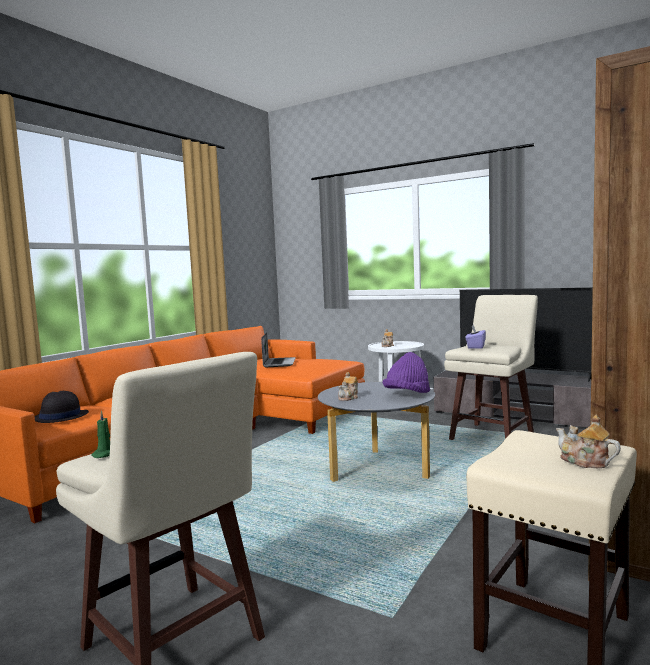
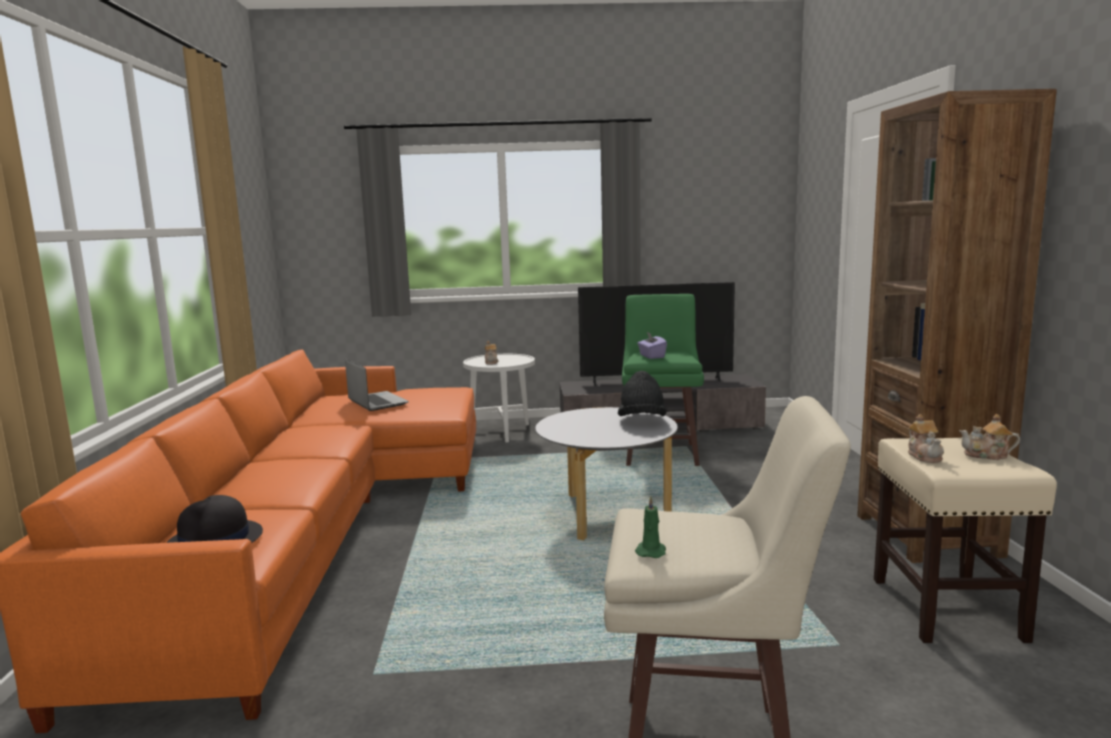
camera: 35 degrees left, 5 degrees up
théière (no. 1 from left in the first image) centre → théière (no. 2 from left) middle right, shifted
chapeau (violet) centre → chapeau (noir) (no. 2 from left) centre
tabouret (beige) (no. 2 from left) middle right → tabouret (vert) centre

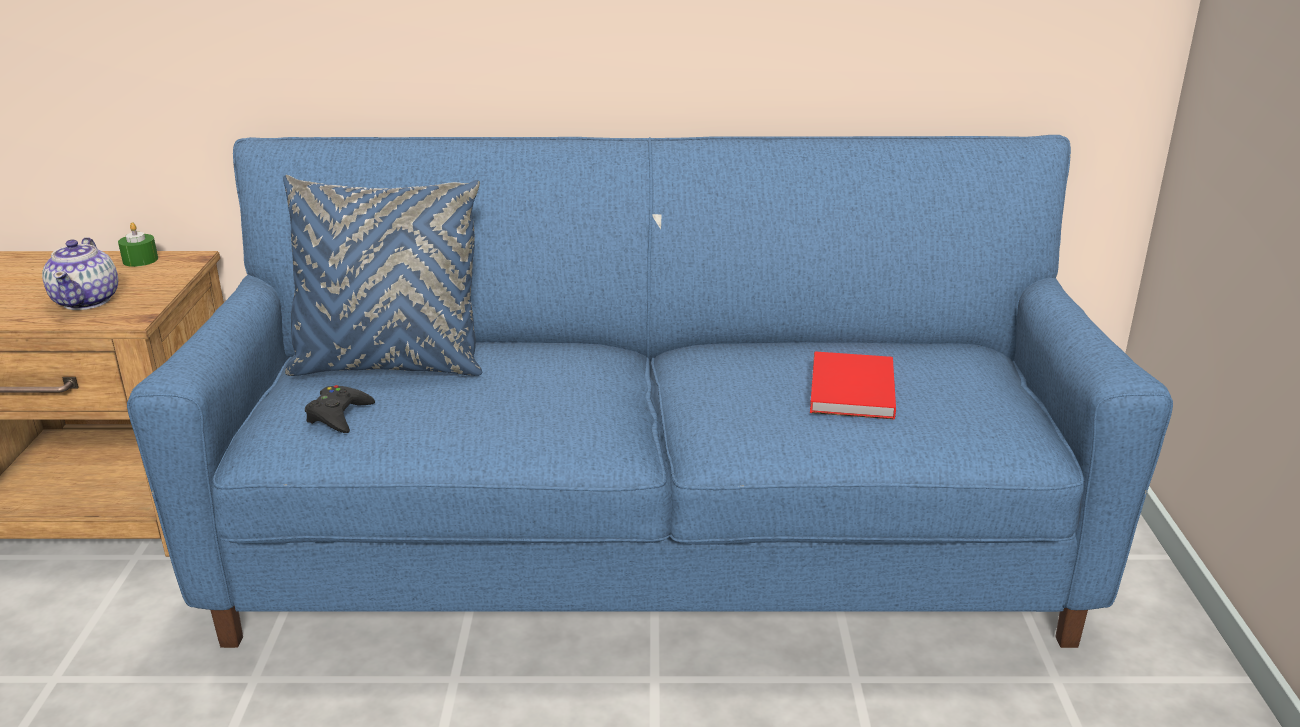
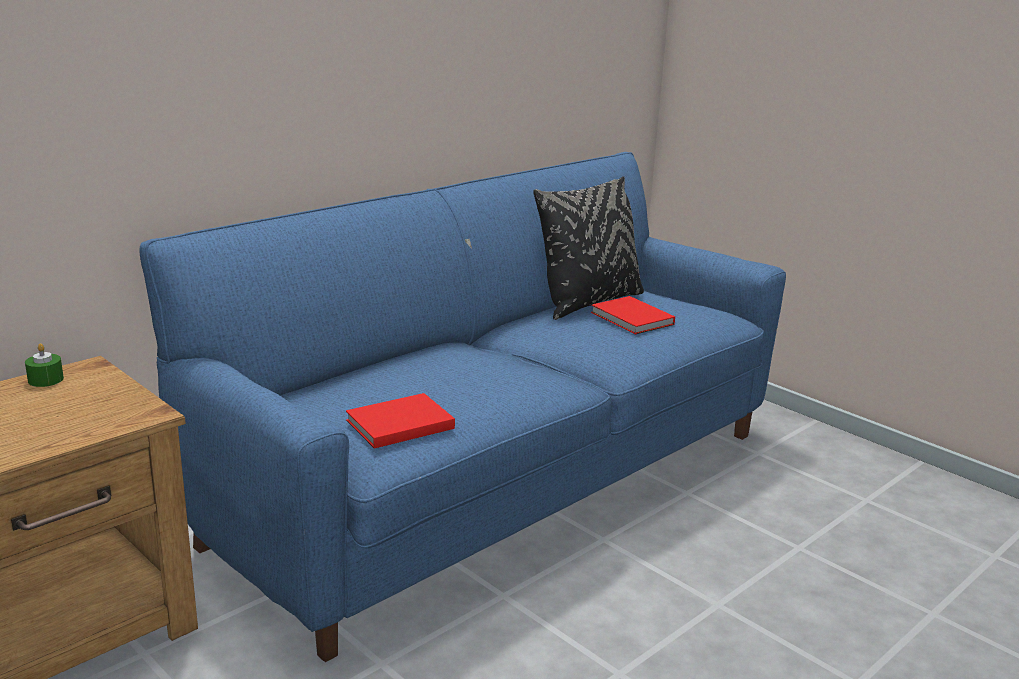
camera: 45 degrees left, 5 degrees down
théière middle left → -
coussin (bleu) middle left → -
manette (noir) middle left → livre (rouge) (no. 1 from left) centre
- → coussin (noir) centre

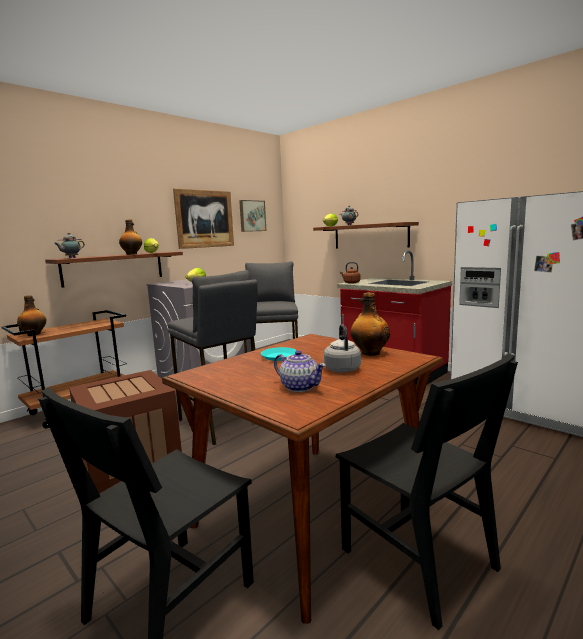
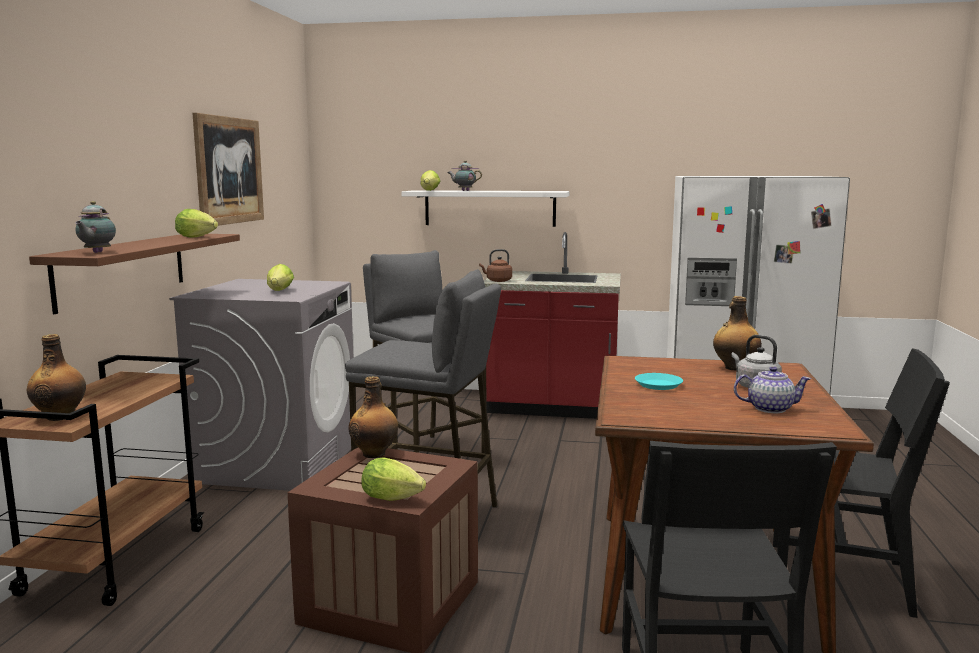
camera: 35 degrees left, 0 degrees up
bouteille (no. 2 from left) middle left → bouteille (no. 2 from left) centre, shifted
tableau (no. 2 from left) centre → -
étagère (marron) (no. 2 from left) centre → étagère (blanc) top centre
- → laitue (no. 3 from left) bottom centre

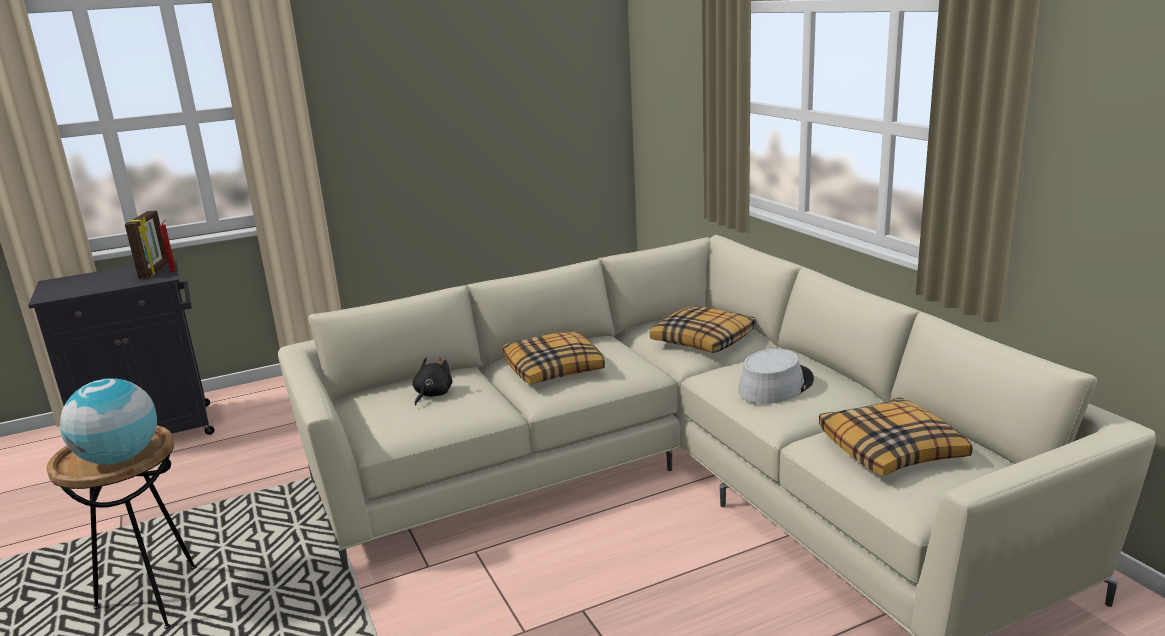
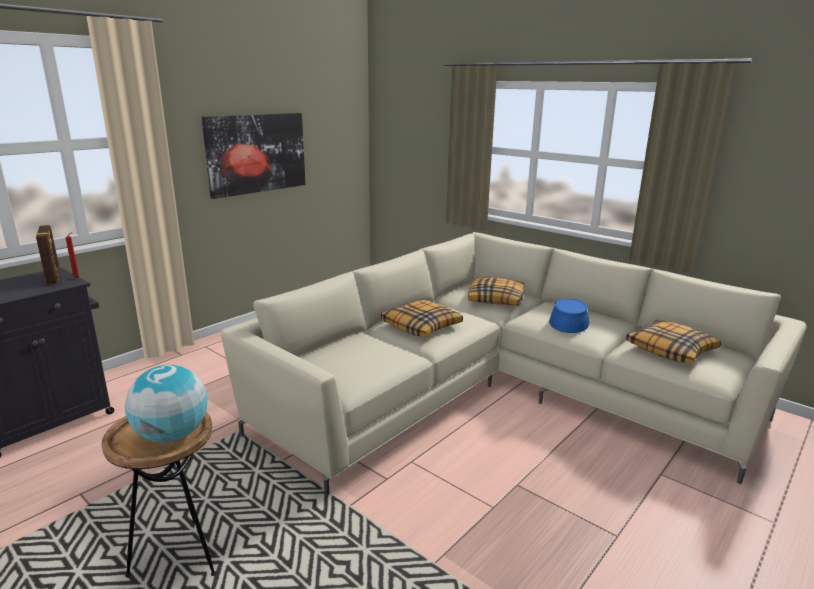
camera: 25 degrees left, 0 degrees up
peluche (noir) centre → -
chapeau (gris) centre → chapeau (bleu) middle right
- → tableau top left

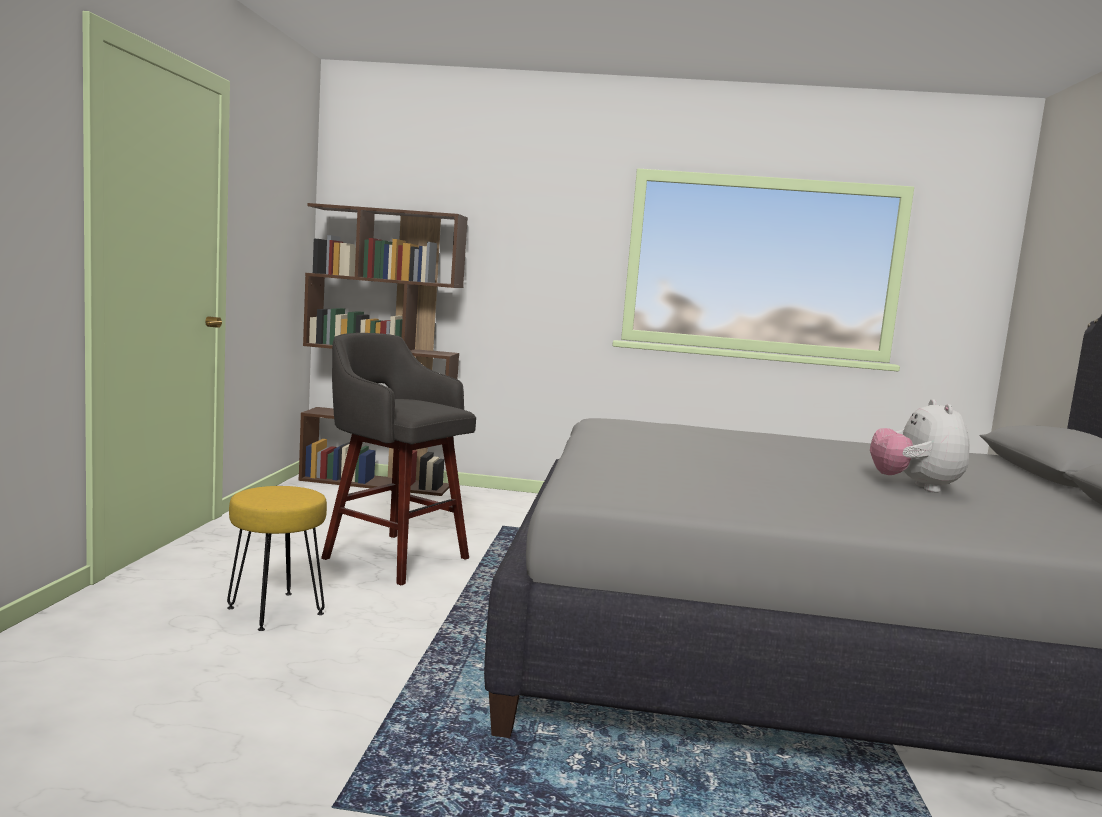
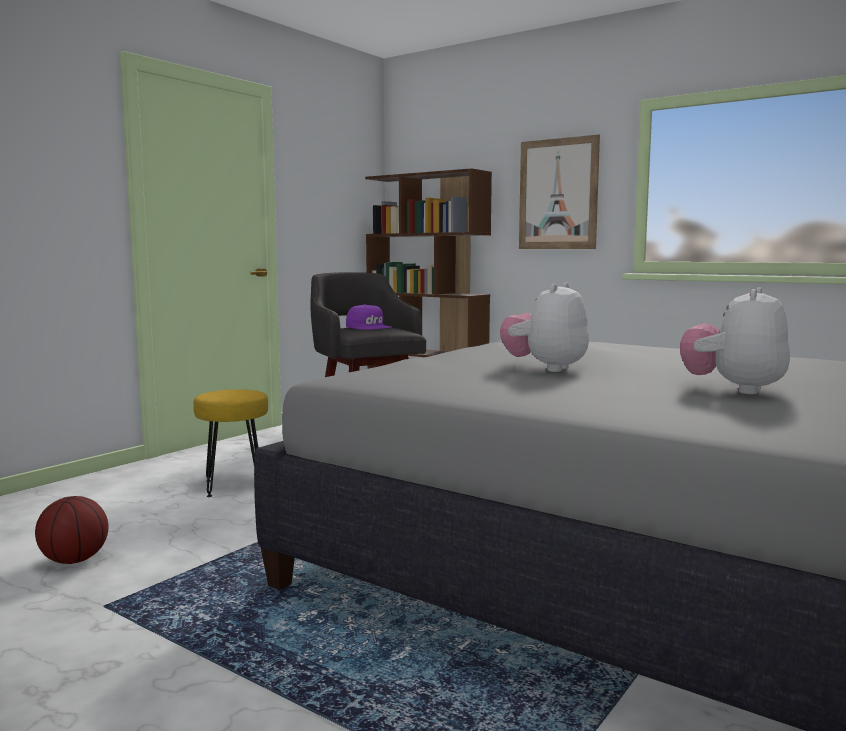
camera: 30 degrees right, 0 degrees up
- → ballon de basket bottom left
- → casquette (violet) centre
- → peluche (no. 1 from left) centre
- → tableau top centre

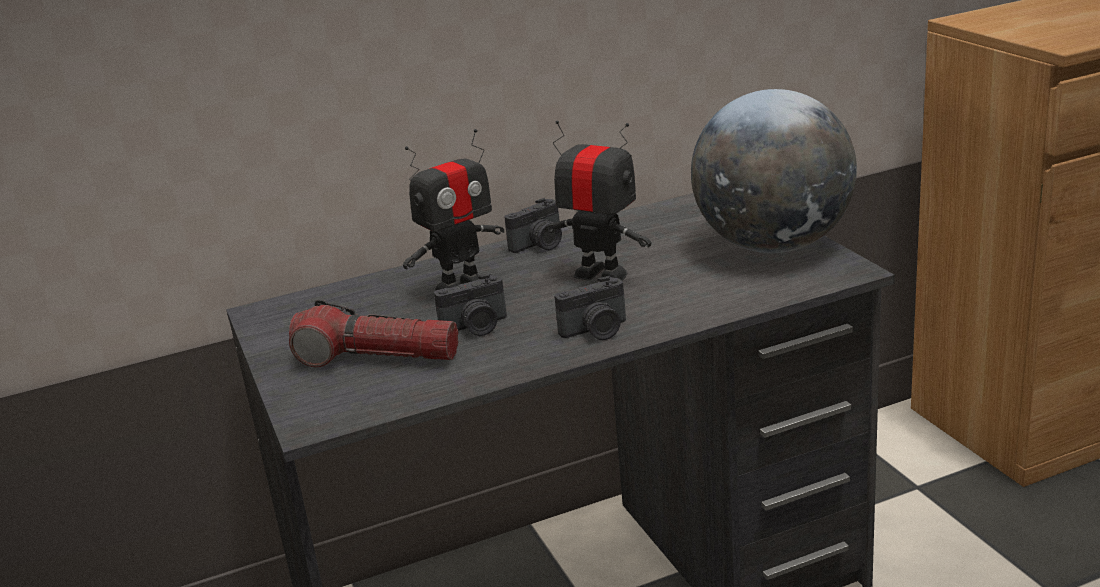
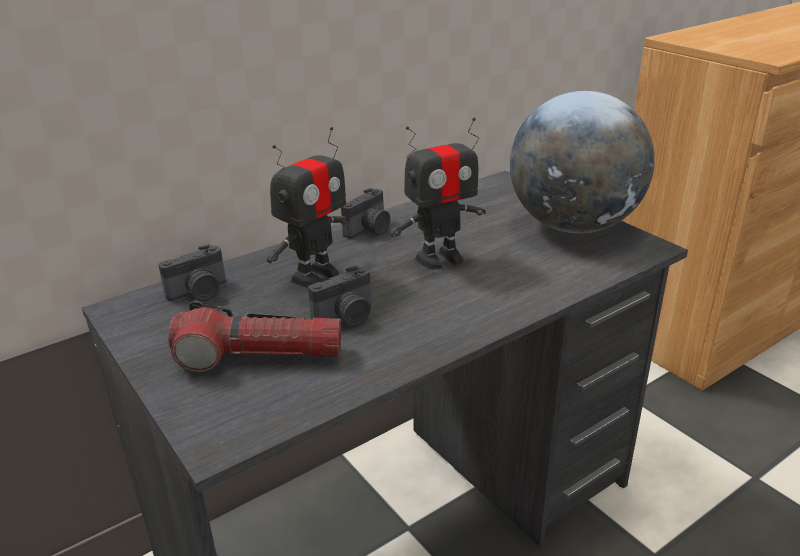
camera: 15 degrees left, 5 degrees up
robot jouet (no. 2 from left) centre, 135 degrees clockwise
appareil photo (no. 3 from left in the first image) centre → appareil photo (no. 1 from left) middle left, shifted

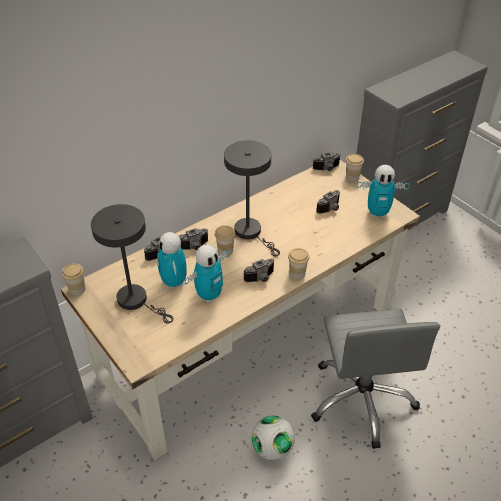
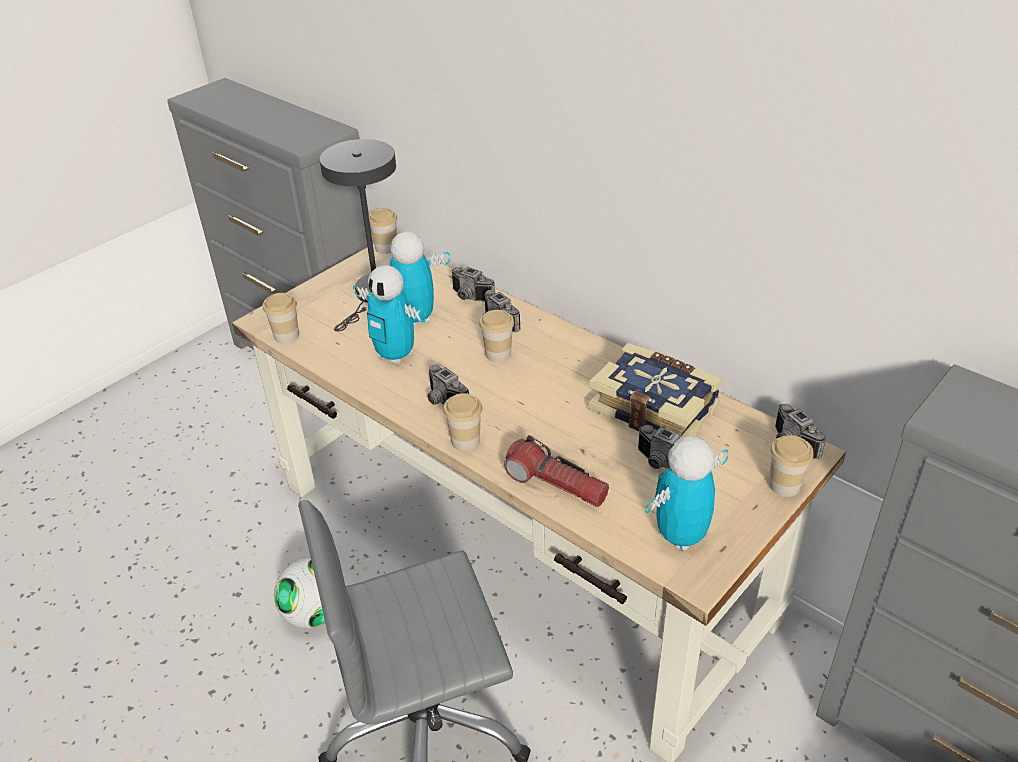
camera: 80 degrees right, 5 degrees down
lampe de table (gris) (no. 2 from left) centre → -
robot jouet (no. 3 from left) middle right, 60 degrees clockwise
- → tasse (no. 1 from left) middle left
- → lampe de poche centre
- → livre centre

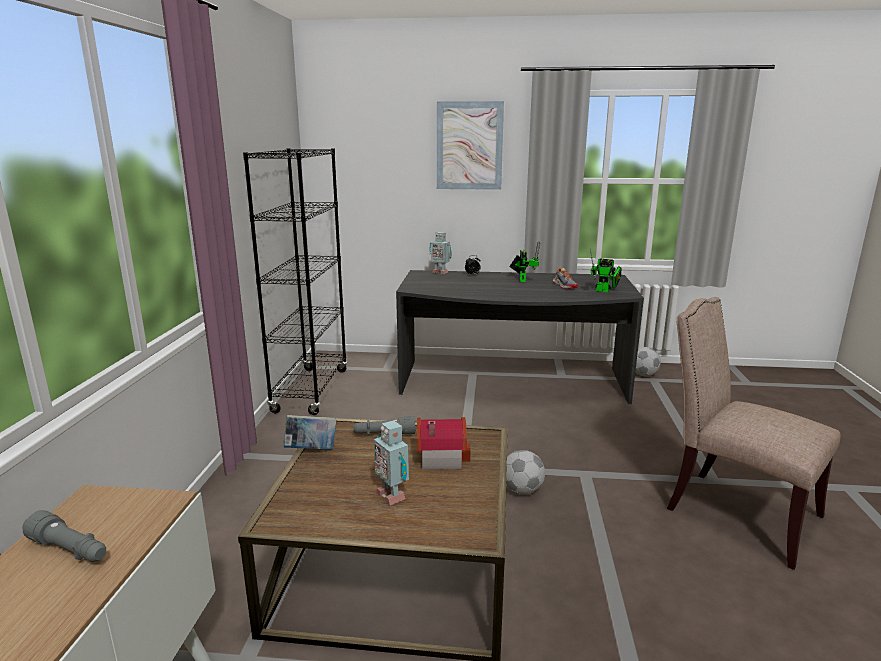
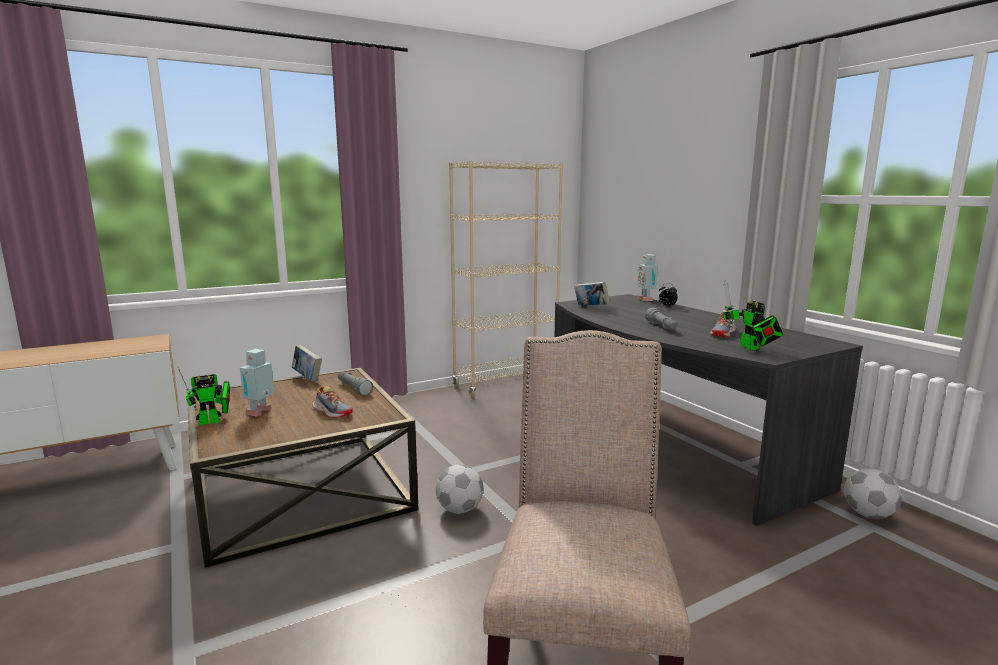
camera: 55 degrees right, 5 degrees down
lampe de poche (gris) (no. 1 from left in the first image) bottom left → lampe de poche (gris) (no. 2 from left) centre, shifted
bibliothèque (noir) centre → bibliothèque (beige) centre
maison miniature bottom centre → chaussure (no. 1 from left) middle left
tableau top centre → -
robot jouet (no. 3 from left in the first image) centre → robot jouet (no. 1 from left) middle left, shifted
- → livre (no. 2 from left) centre

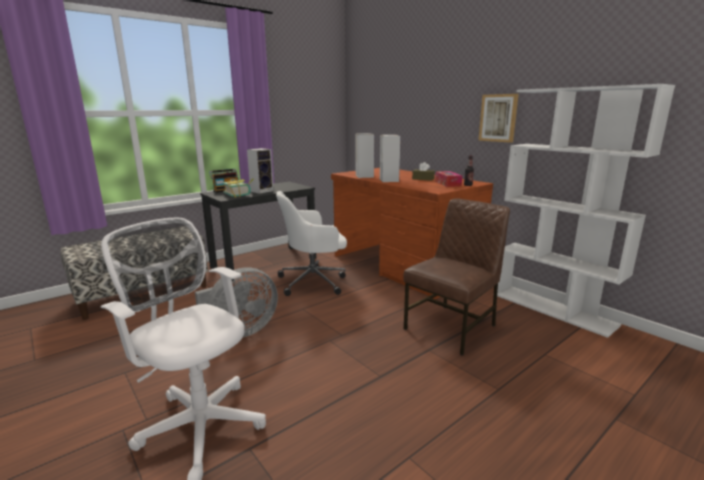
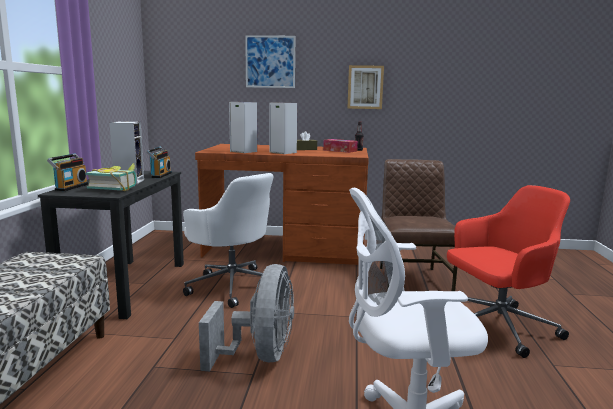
camera: 45 degrees left, 5 degrees down
chaise de bureau (blanc) (no. 2 from left in the first image) centre → chaise de bureau (blanc) (no. 1 from left) centre, 75 degrees counterclockwise
bibliothèque (blanc) middle right → -
- → radio (no. 2 from left) middle left
- → tableau (no. 1 from left) top centre
- → chaise de bureau (rouge) middle right

